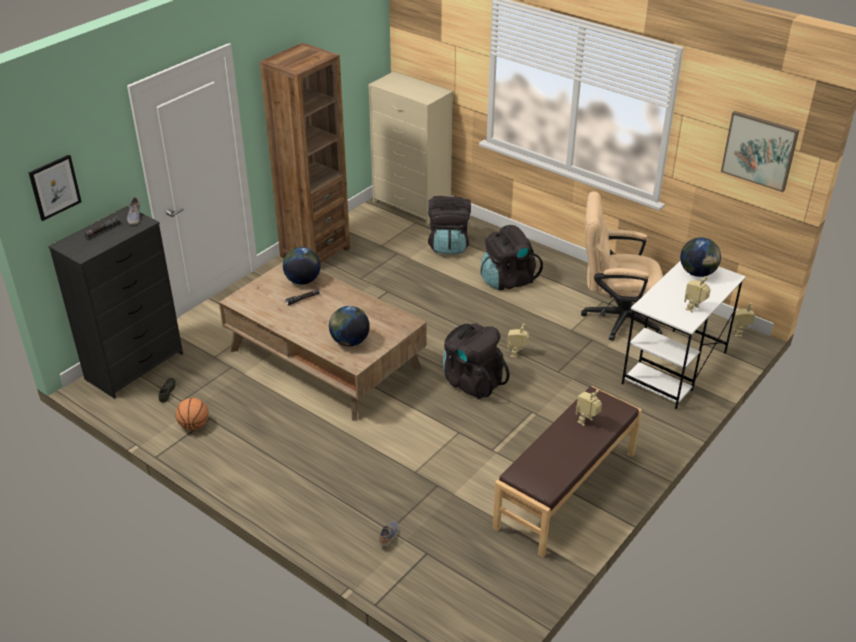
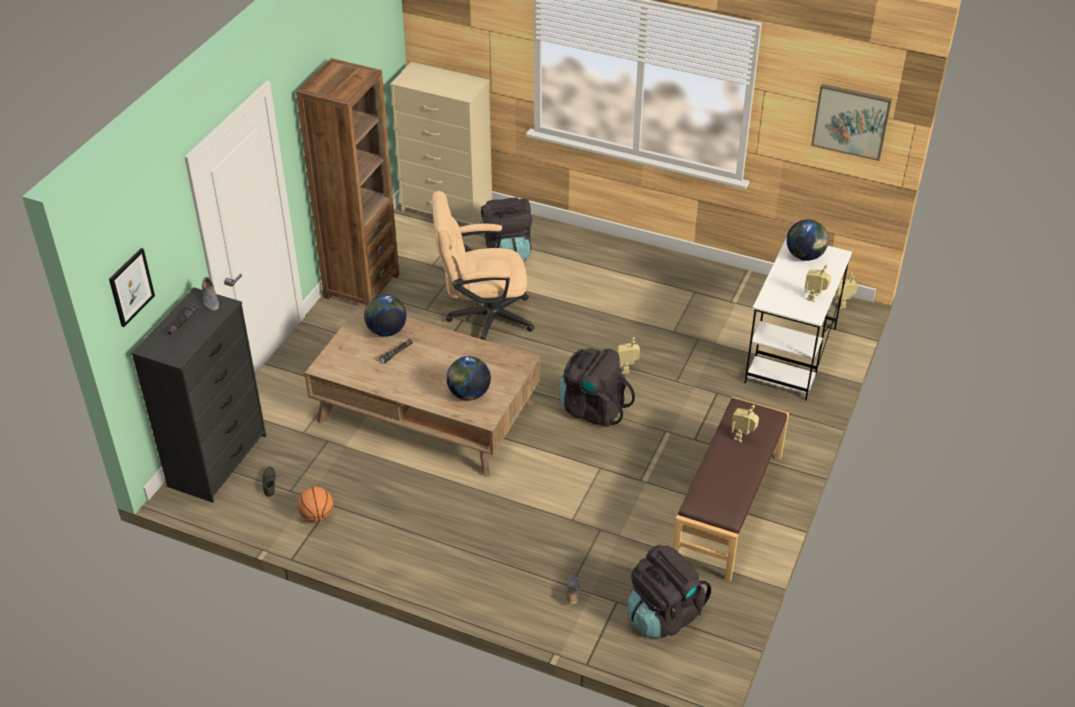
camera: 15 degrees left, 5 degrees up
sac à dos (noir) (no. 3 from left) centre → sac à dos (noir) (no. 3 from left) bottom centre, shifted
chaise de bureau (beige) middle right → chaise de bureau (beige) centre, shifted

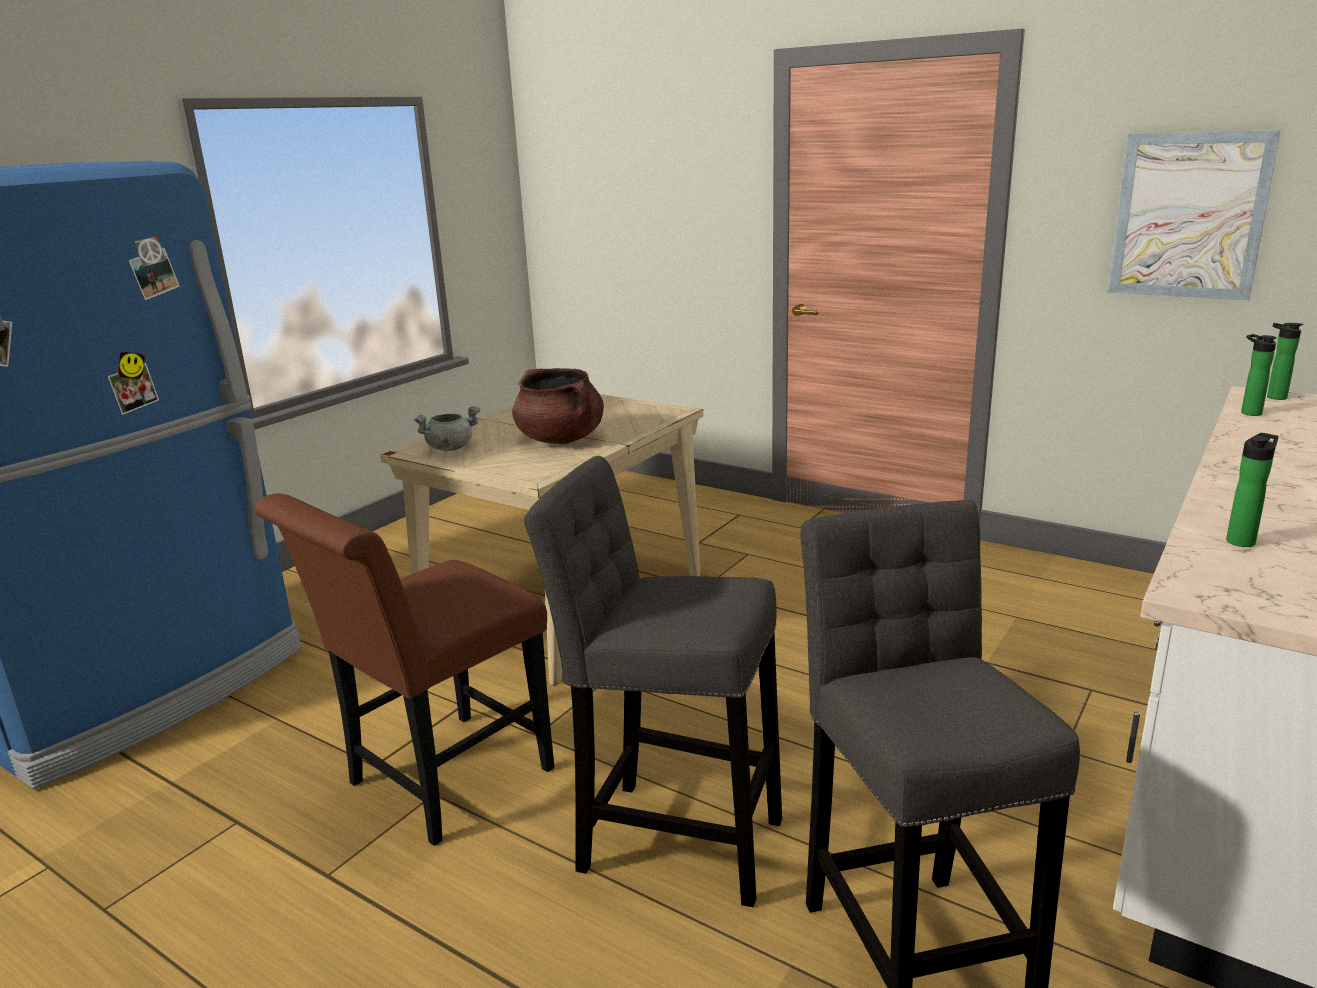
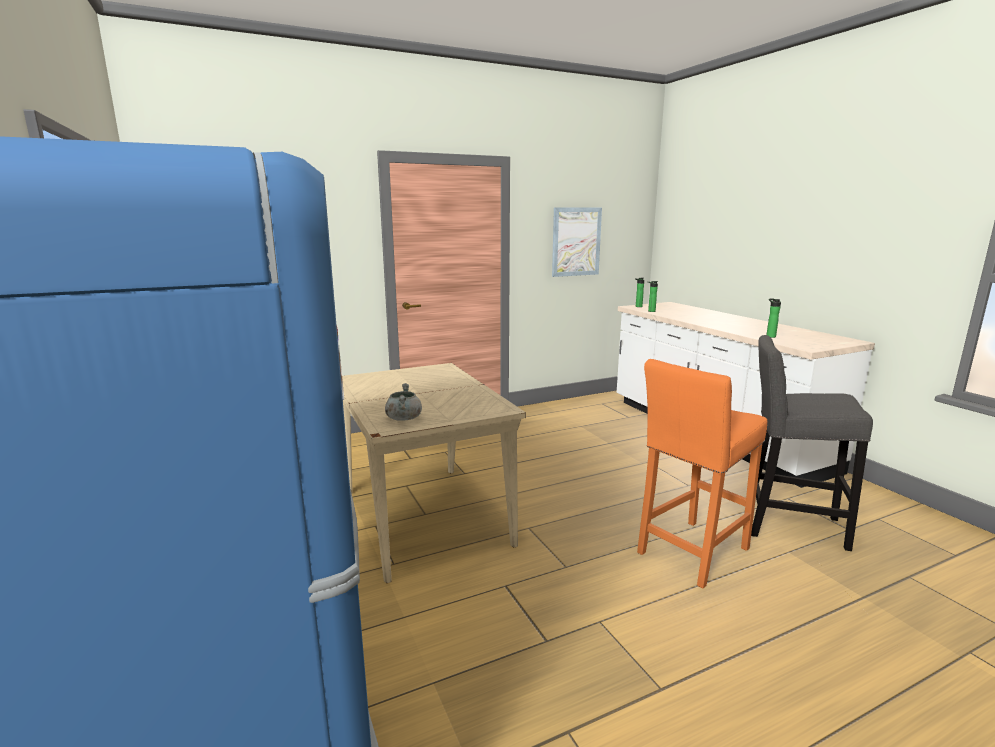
camera: 60 degrees left, 5 degrees down
chaise (marron) bottom left → -
marmite (marron) centre → -
tabouret (gris) (no. 1 from left) bottom centre → tabouret (orange) middle right

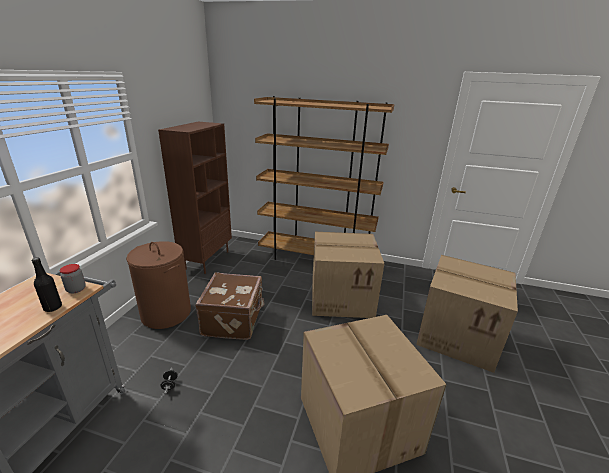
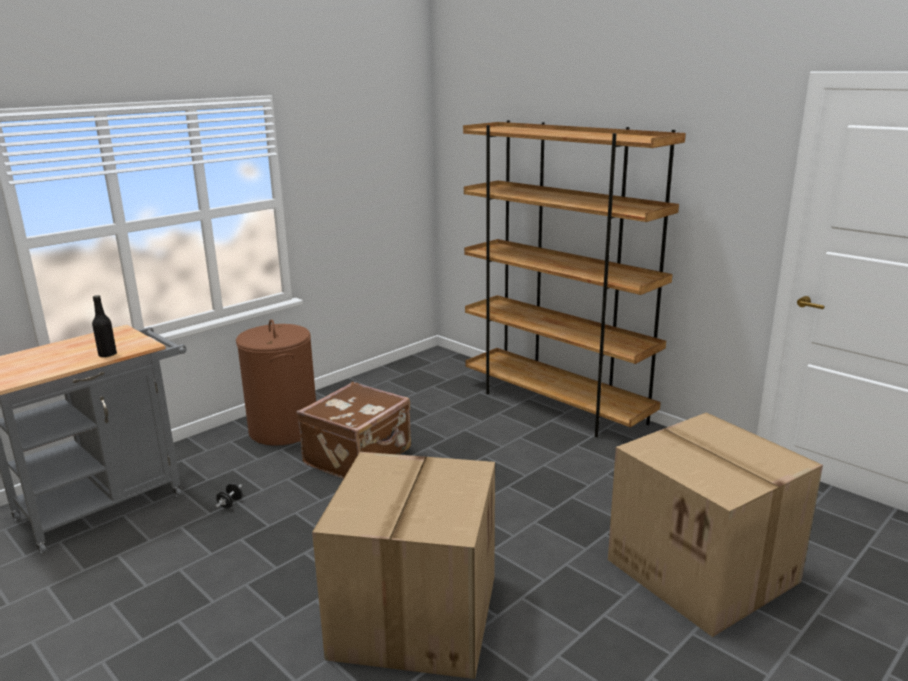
camera: 30 degrees right, 5 degrees down
bocal middle left → -
bibliothèque (marron) (no. 1 from left) middle left → -
carton (no. 1 from left) centre → -

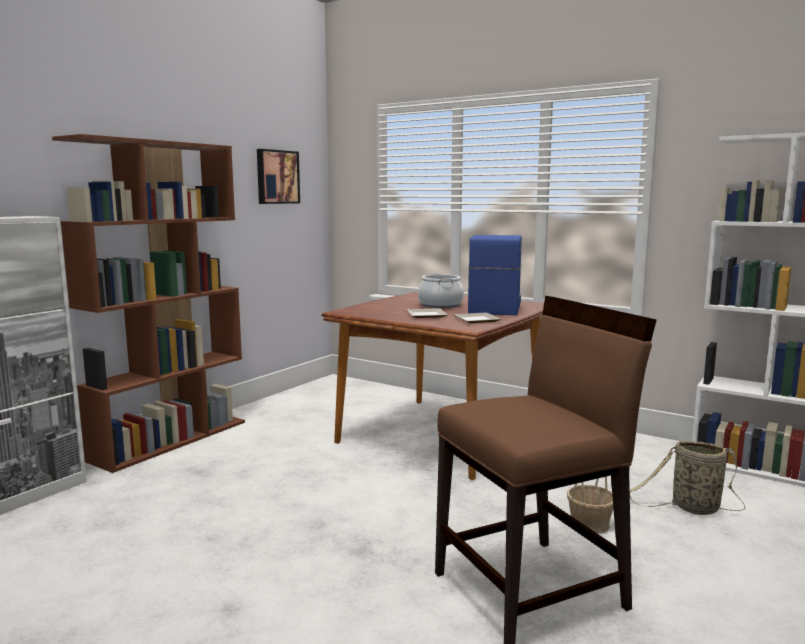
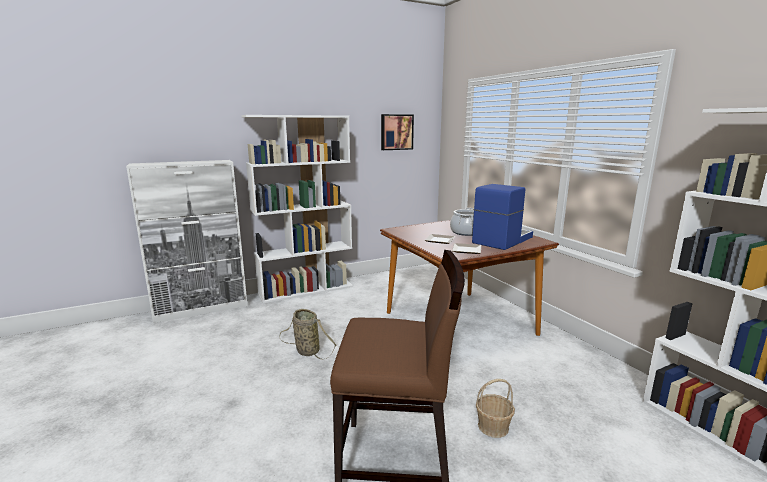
camera: 30 degrees right, 5 degrees up
bibliothèque (marron) middle left → bibliothèque (blanc) (no. 1 from left) centre
panier (no. 2 from left in the first image) bottom right → panier (no. 1 from left) bottom centre, shifted

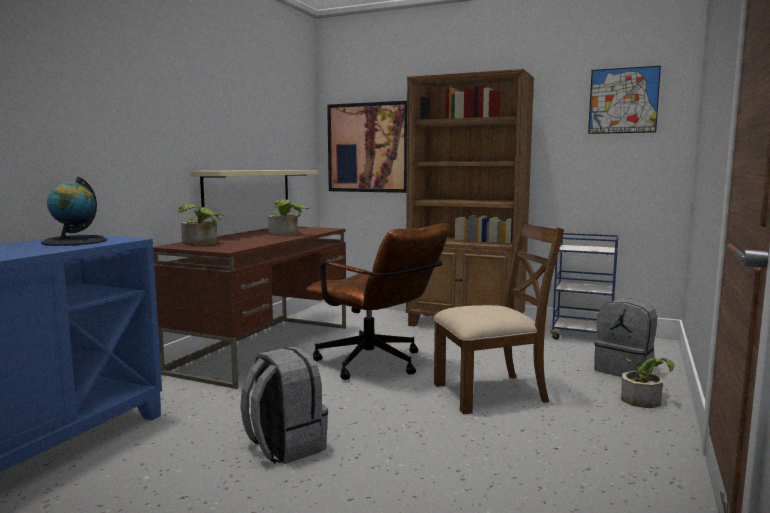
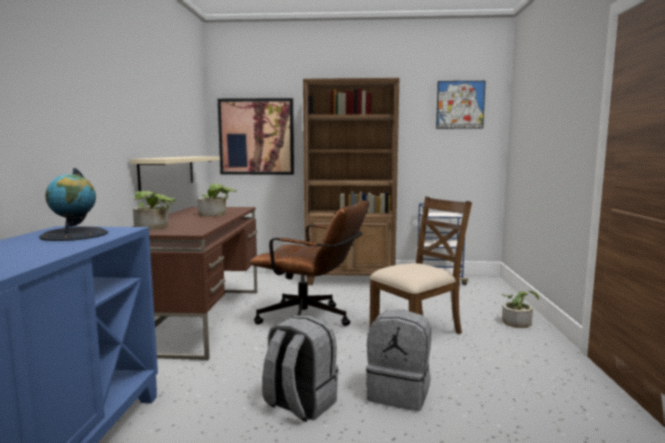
camera: 20 degrees left, 0 degrees up
sac à dos (gris) (no. 2 from left) middle right → sac à dos (gris) (no. 2 from left) bottom centre, shifted

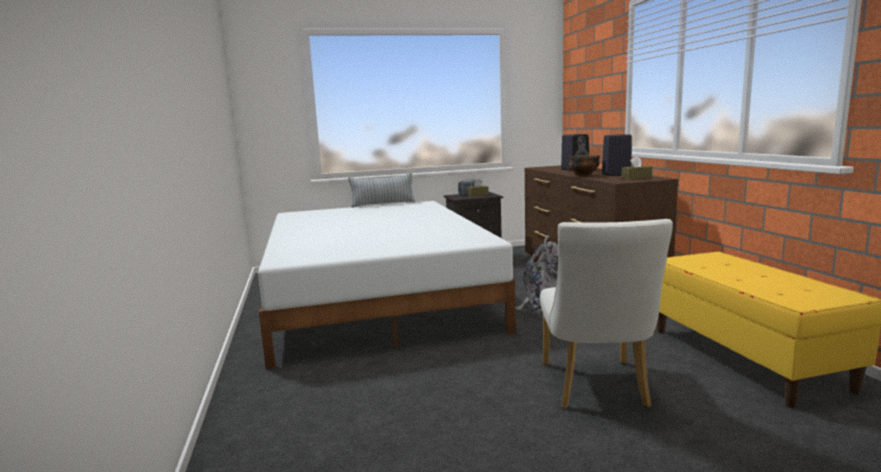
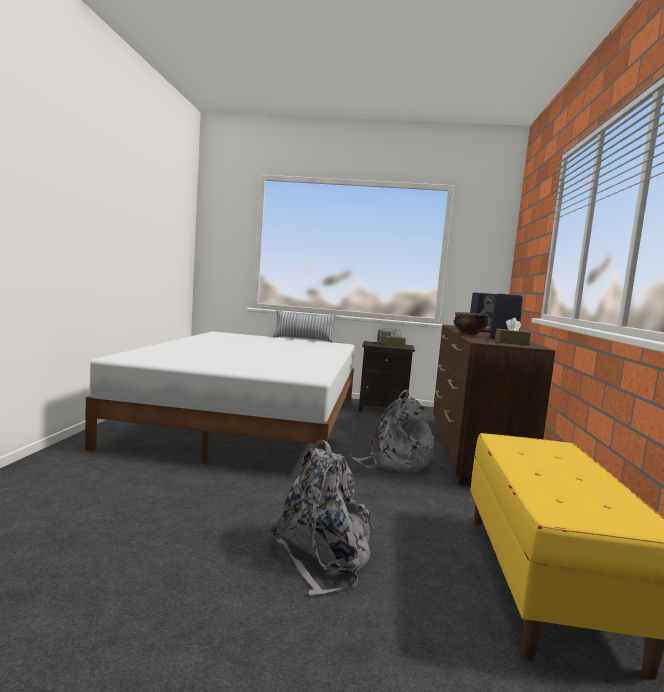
camera: 20 degrees right, 5 degrees down
chaise (blanc) middle right → sac à dos (gris) (no. 1 from left) bottom centre

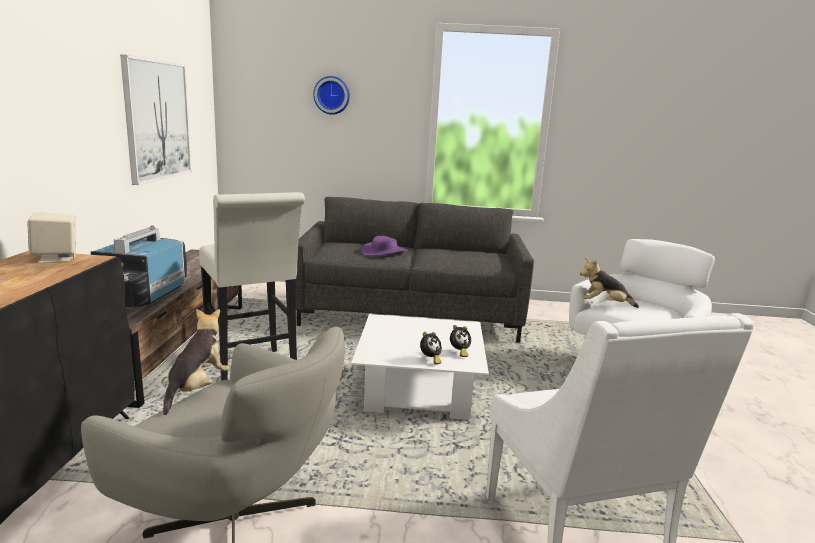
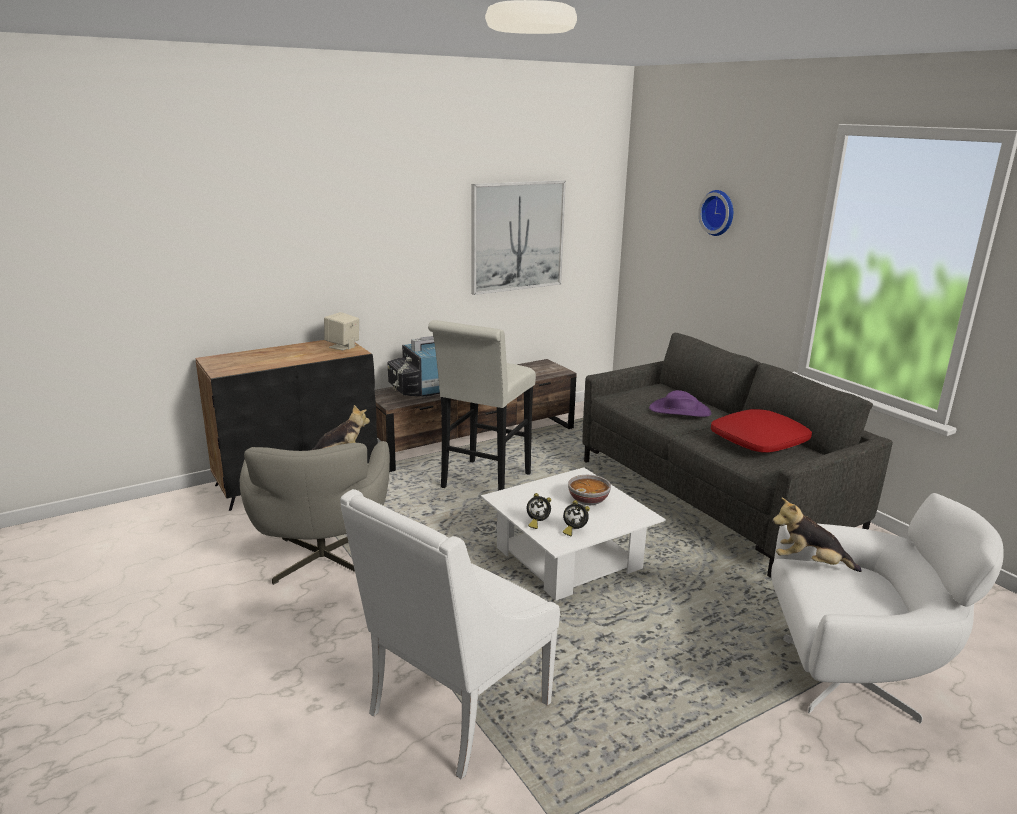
camera: 55 degrees right, 5 degrees up
peluche (no. 2 from left) middle right, 45 degrees counterclockwise
- → bol centre
- → coussin (rouge) middle right

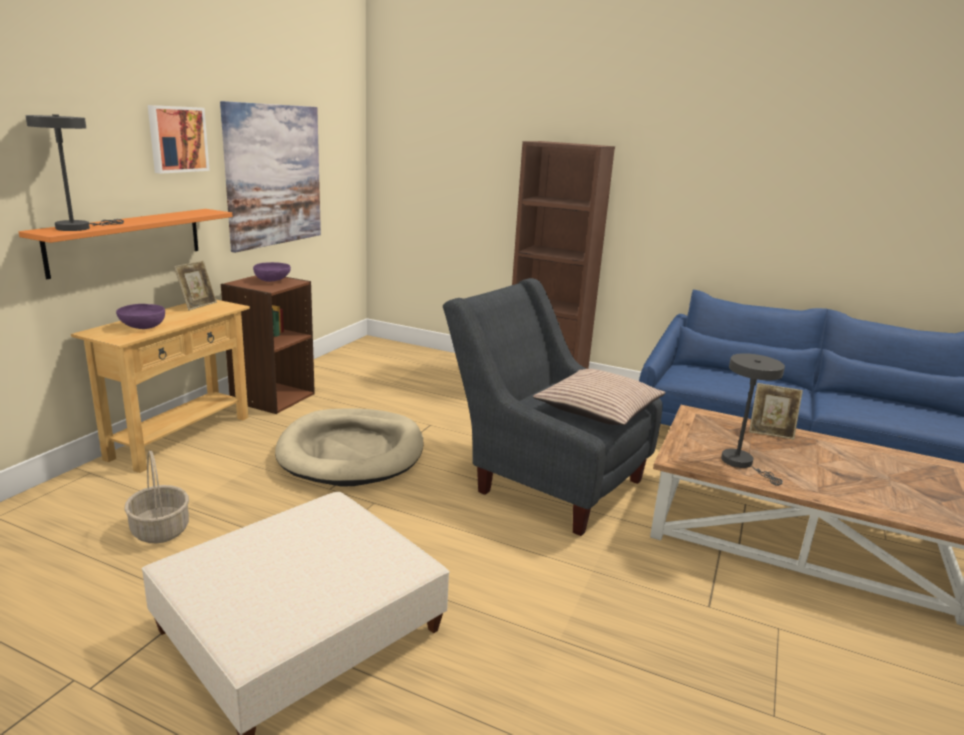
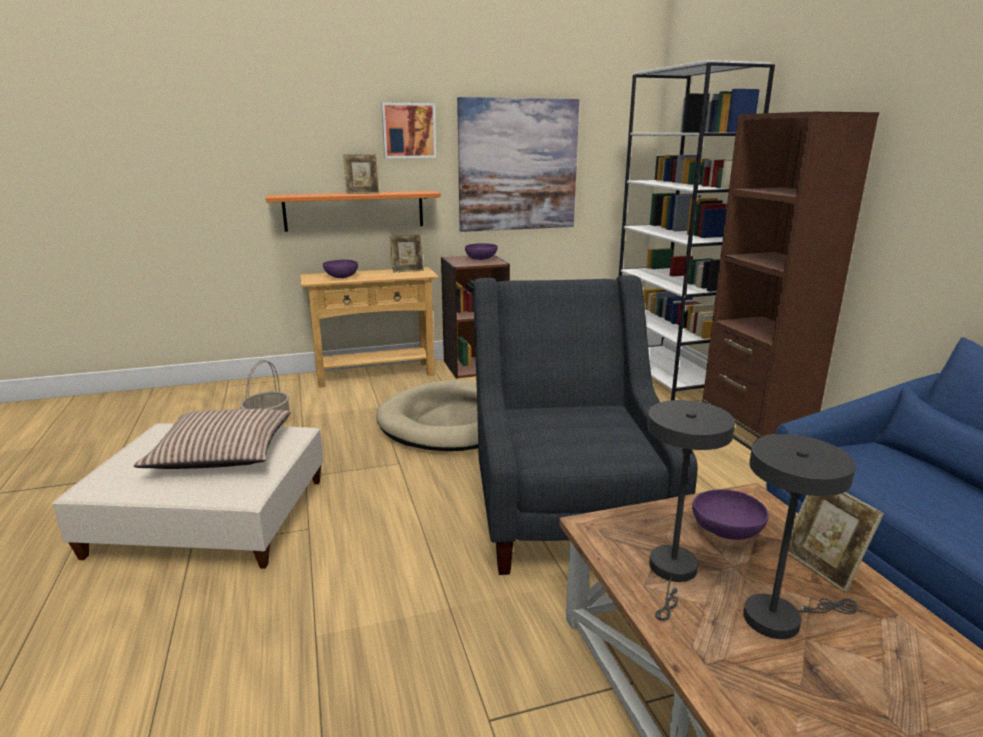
camera: 50 degrees right, 0 degrees up
lampe de table (gris) (no. 1 from left in the first image) top left → lampe de table (gris) (no. 2 from left) bottom right, shifted
coussin centre → coussin middle left, shifted
- → cadre photo (no. 1 from left) top centre
- → bibliothèque (blanc) top right
- → bol (violet) (no. 3 from left) bottom right

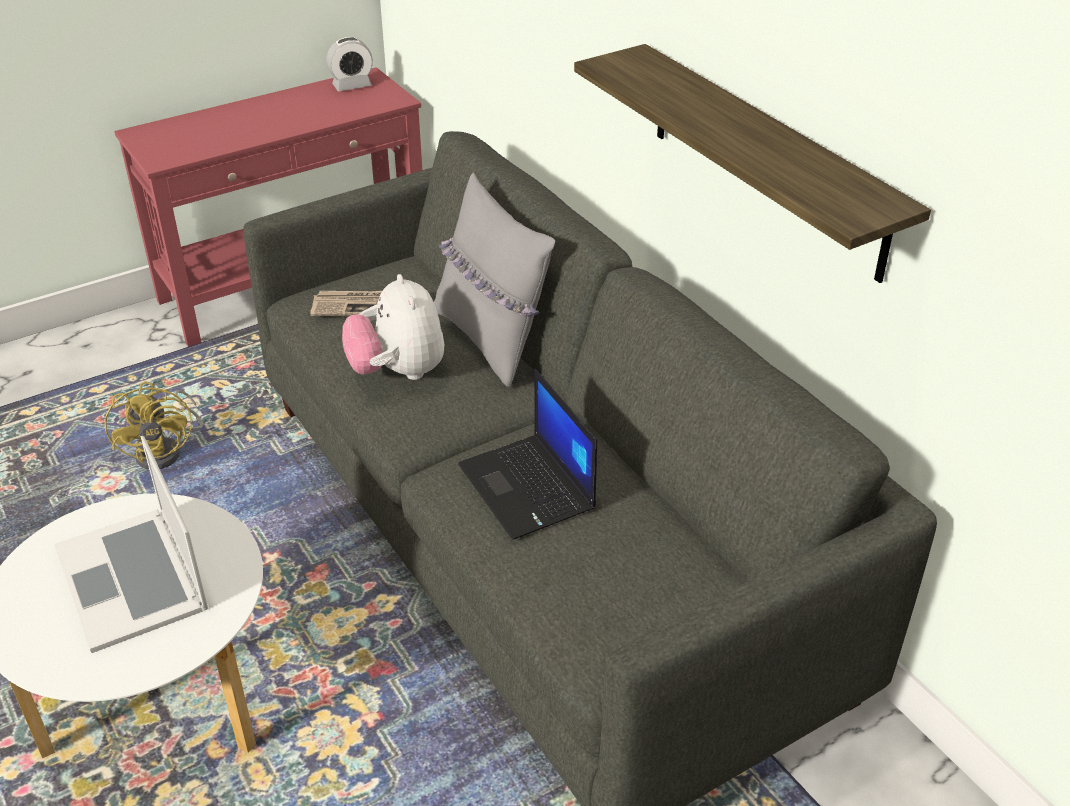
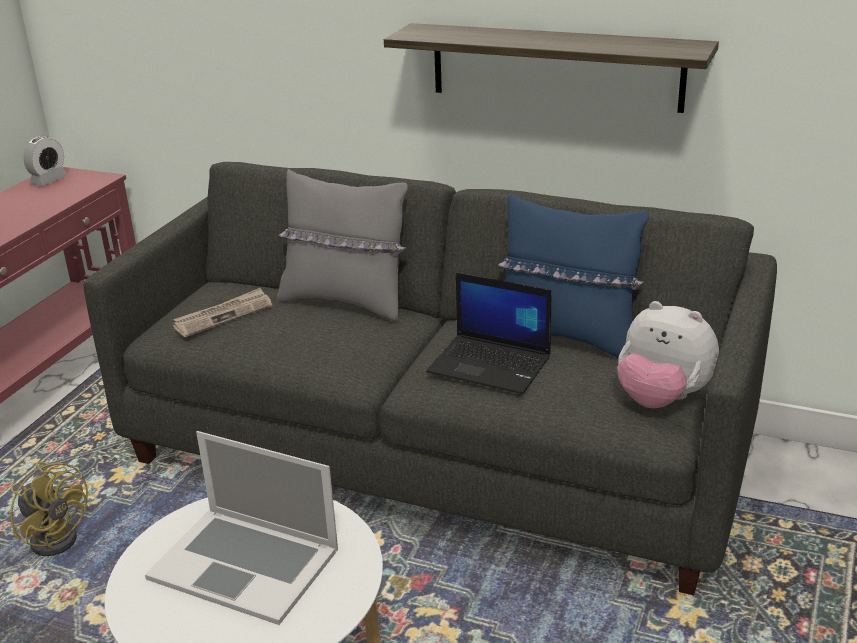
camera: 35 degrees left, 10 degrees down
peluche centre → peluche middle right, shifted
- → coussin (bleu) middle right

